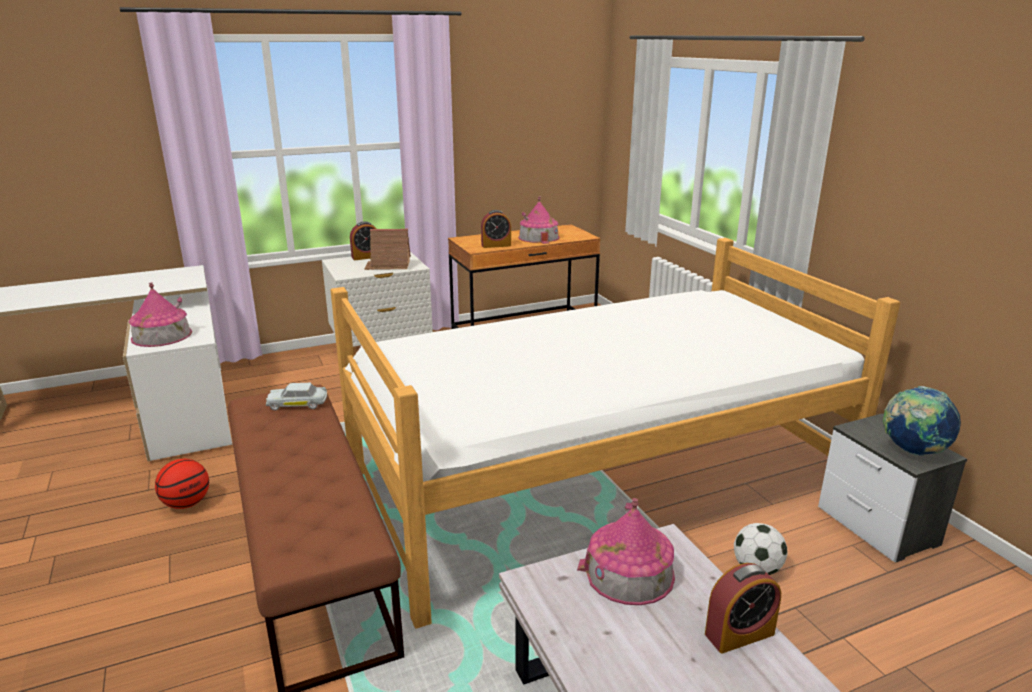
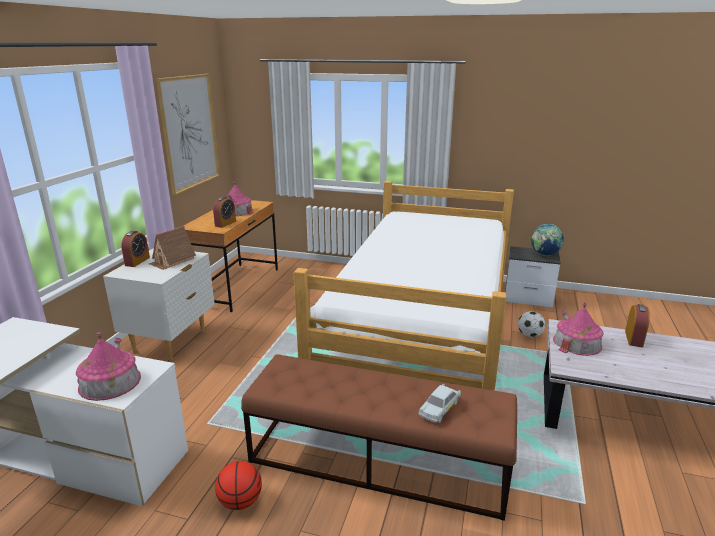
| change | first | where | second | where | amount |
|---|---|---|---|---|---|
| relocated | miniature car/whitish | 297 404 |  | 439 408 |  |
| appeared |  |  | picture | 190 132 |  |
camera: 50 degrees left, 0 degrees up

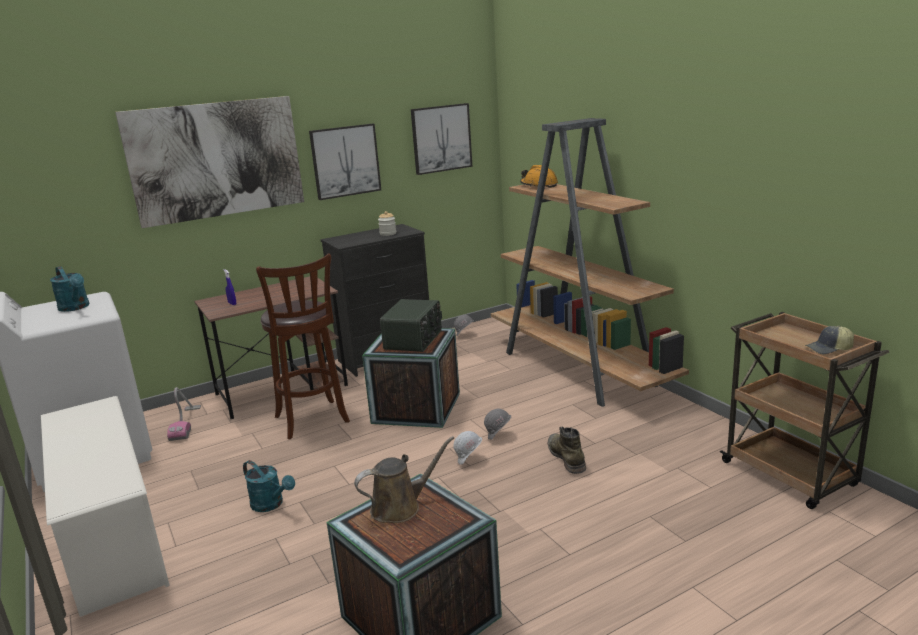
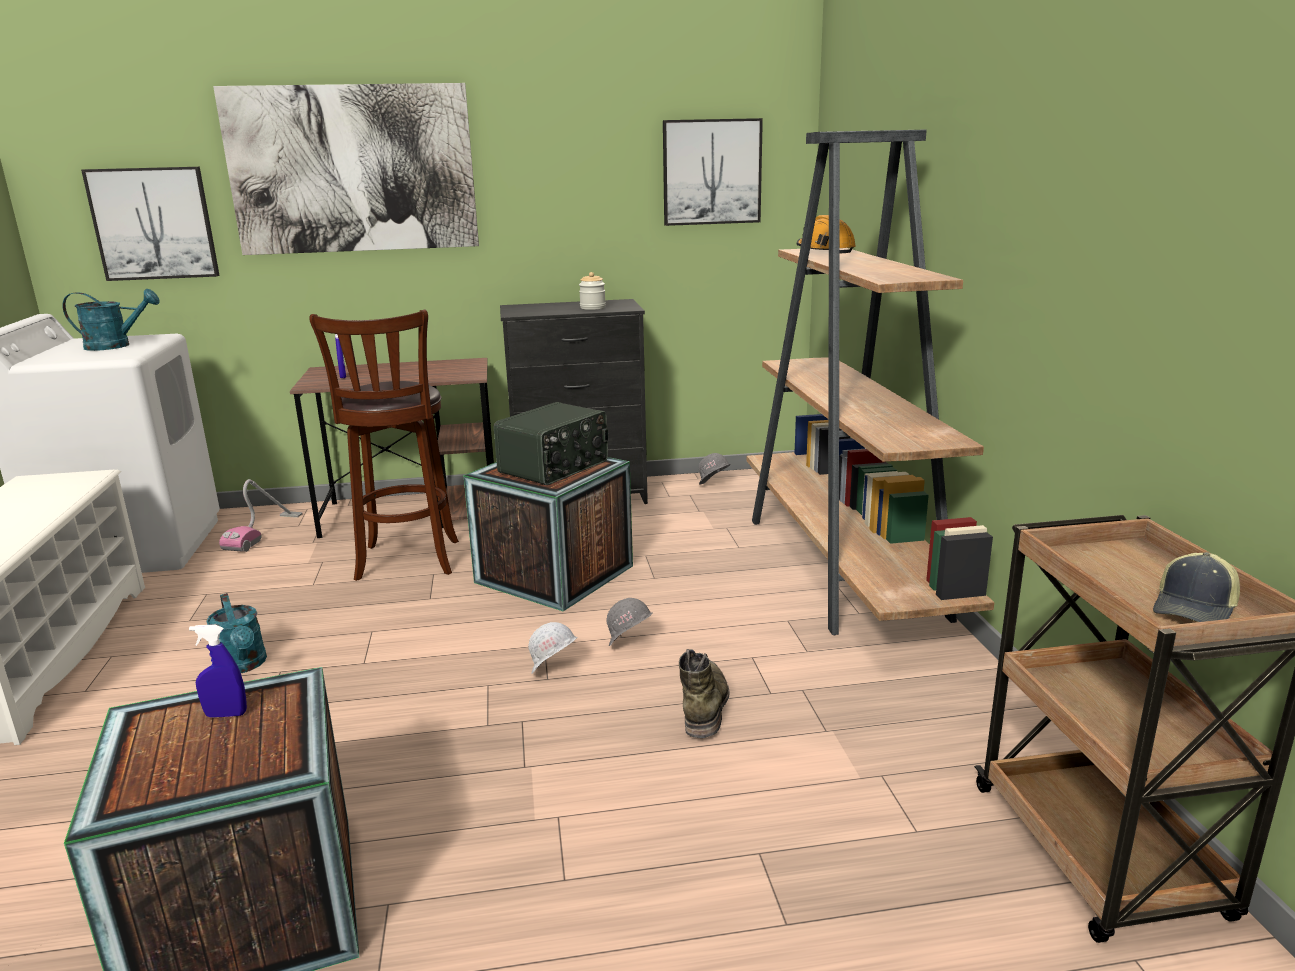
| change | first | where | second | where | amount |
|---|---|---|---|---|---|
| spun | watering pot/turquoise | 76 307 |  | 116 346 | 75 degrees counterclockwise |
| relocated | picture | 345 161 |  | 154 223 |  |
| exchanged | watering pot/brown-coloured | 400 507 | hand sprayer/blue | 226 714 |  |
| spun | baseball cap | 829 349 |  | 1195 608 | 60 degrees counterclockwise |
camera: 20 degrees right, 0 degrees up

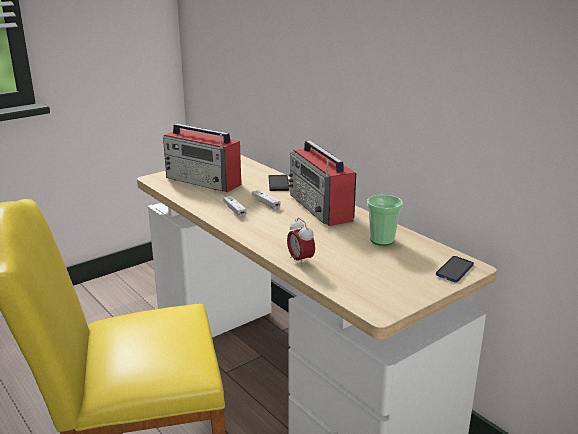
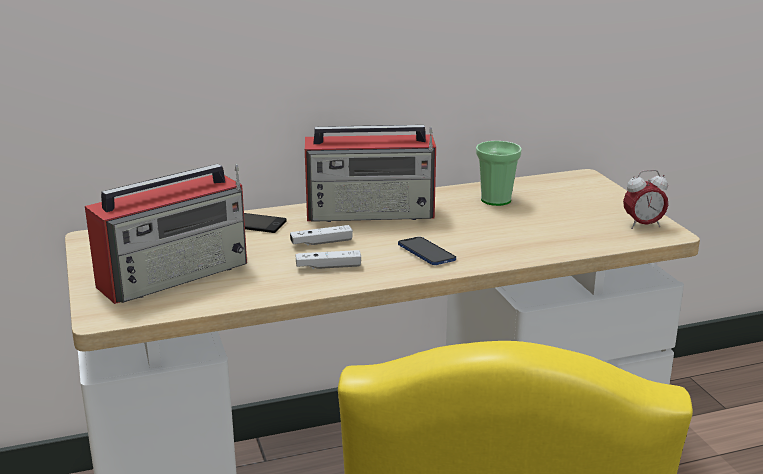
| change | first | where | second | where | amount |
|---|---|---|---|---|---|
| relocated | bedside clock | 300 261 |  | 643 225 |  |
| relocated | phone | 454 270 |  | 426 253 |  |
camera: 70 degrees left, 0 degrees up

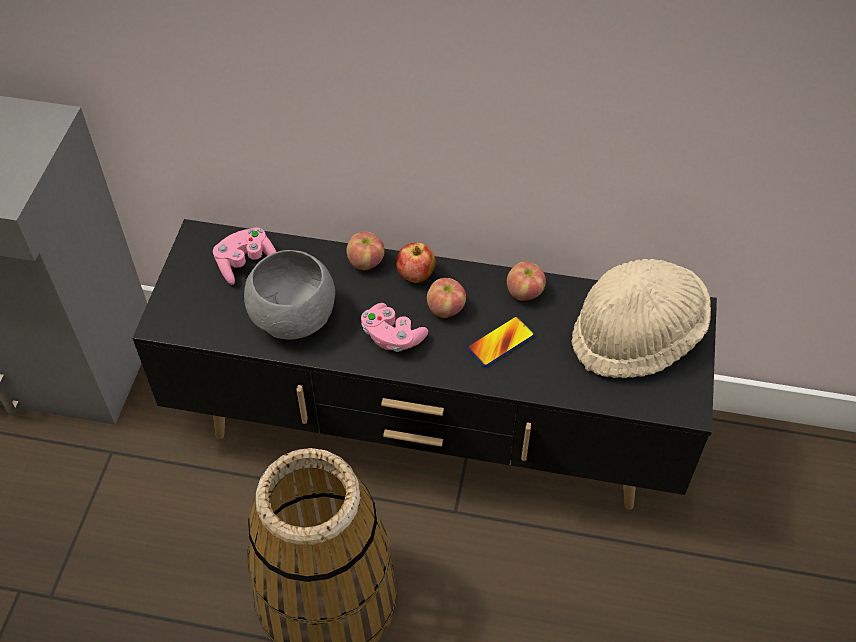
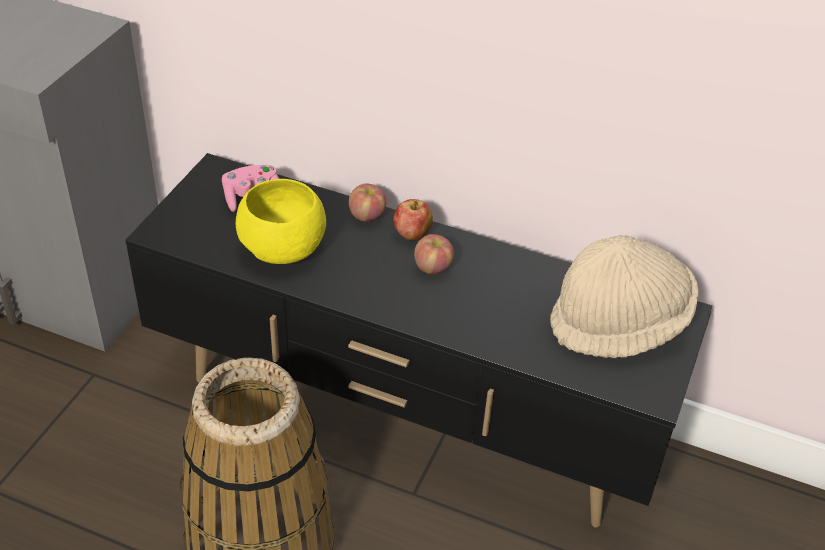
| change | first | where | second | where | amount |
|---|---|---|---|---|---|
| colour | bowl/greyish | 294 315 | bowl/yellowish | 283 247 |  |
| missing | joypad/pinkish | 392 337 |  |  |  |
| missing | phone | 500 342 |  |  |  |
| missing | apple fruit | 524 292 |  |  |  |
camera: 10 degrees right, 10 degrees down

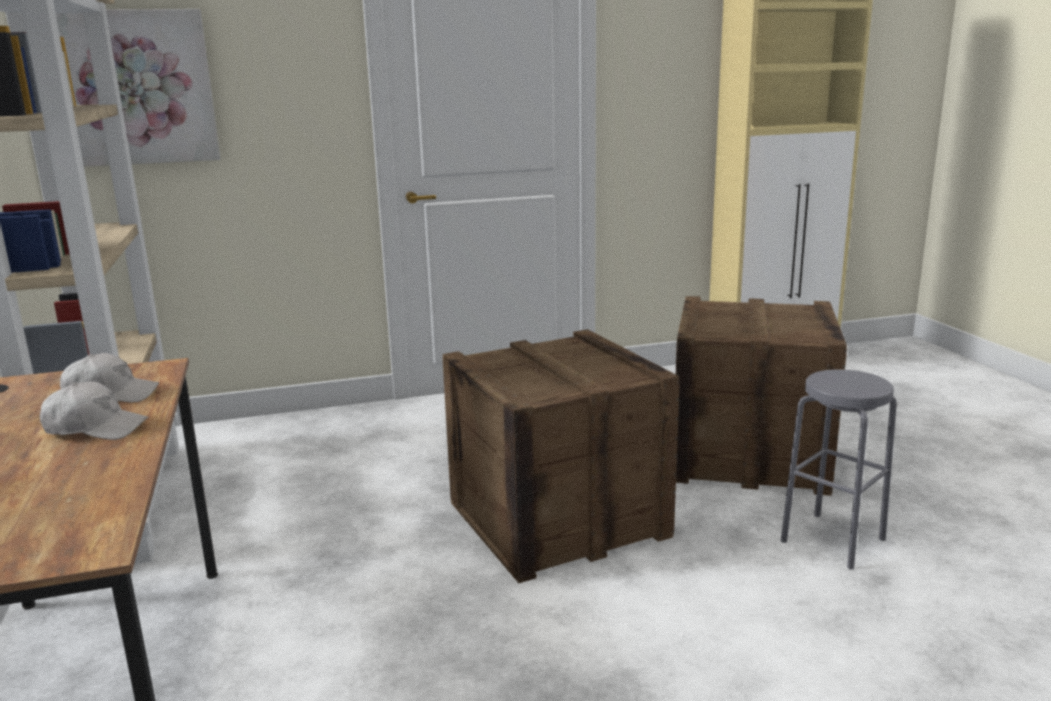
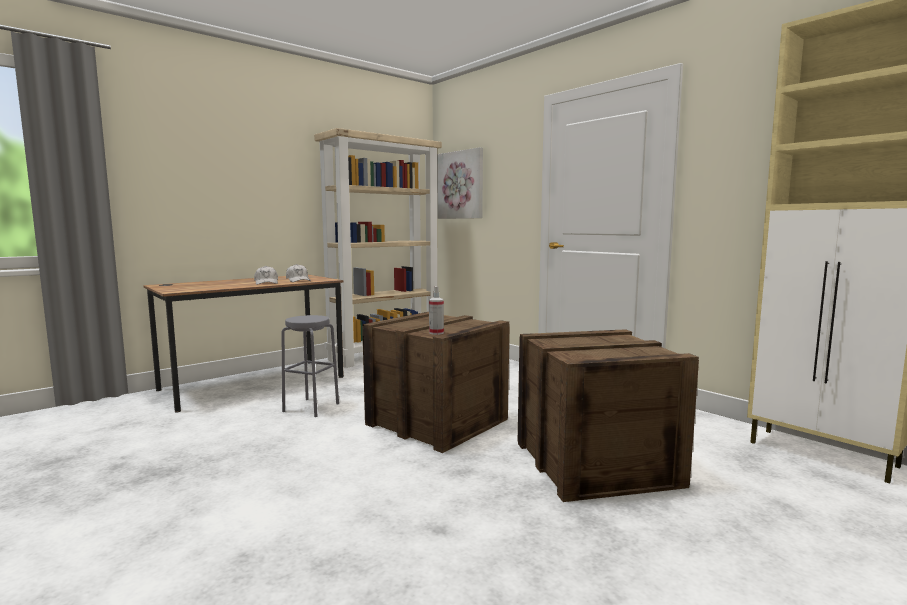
| change | first | where | second | where | amount |
|---|---|---|---|---|---|
| relocated | stool/greyish | 833 540 |  | 311 407 |  |
| appeared |  |  | hand sprayer | 436 333 |  |
camera: 65 degrees right, 10 degrees down

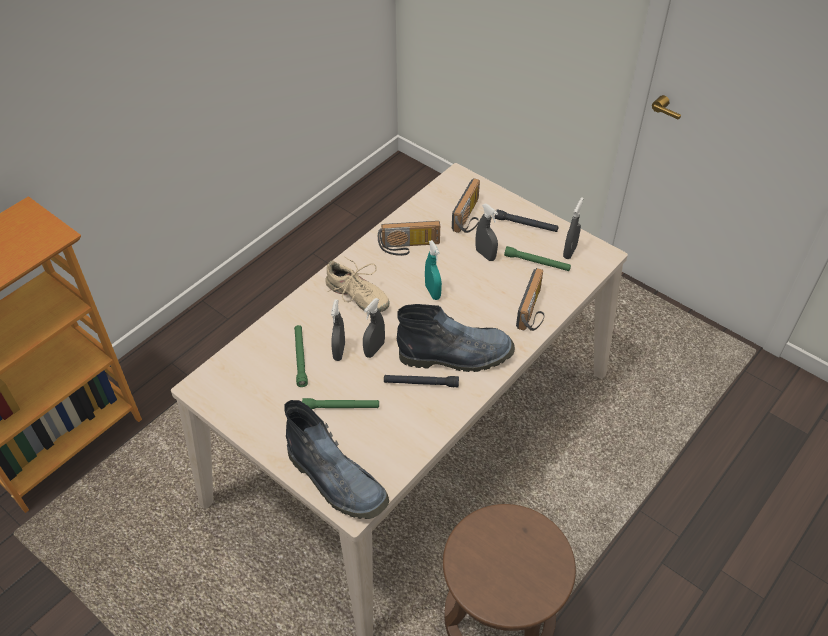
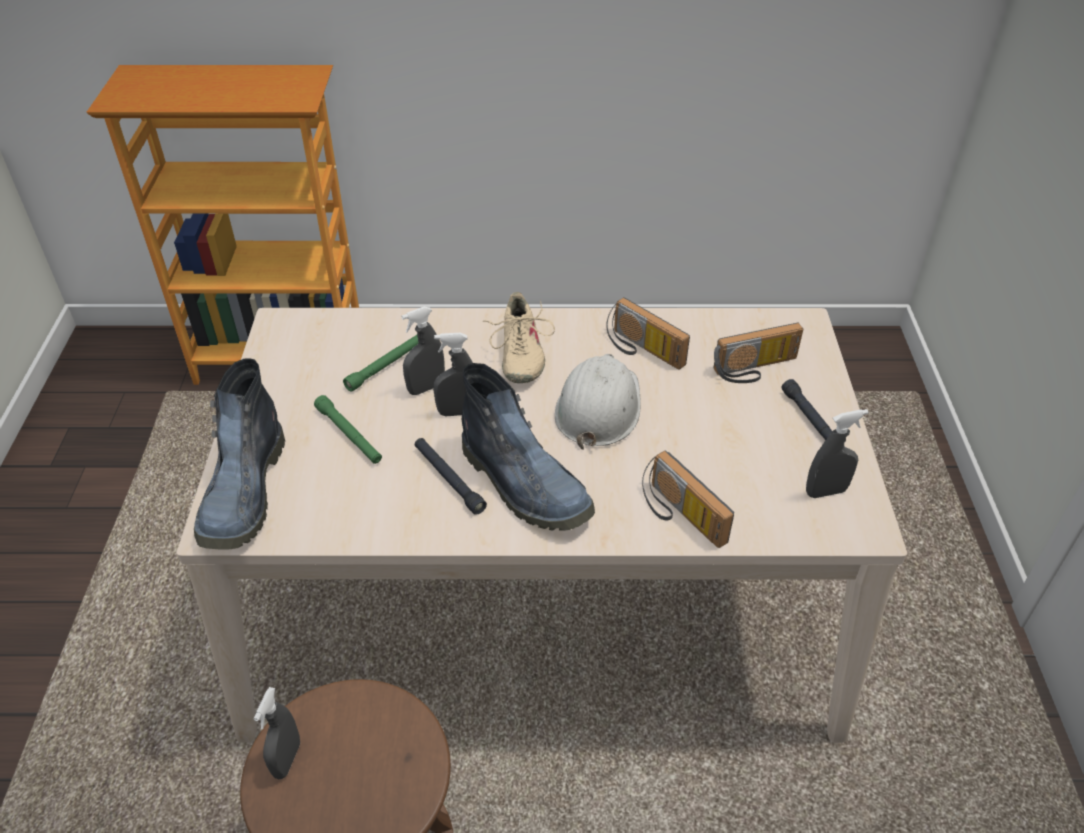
| change | first | where | second | where | amount |
|---|---|---|---|---|---|
| exchanged | hand sprayer/turquoise | 432 292 | hard hat/whitish | 598 408 |  |
| relocated | hand sprayer/greyish | 485 254 |  | 287 759 |  |
| missing | flashlight/greenish | 537 263 |  |  |  |
| spun | radio set | 534 311 |  | 679 515 | 75 degrees clockwise |
camera: 50 degrees right, 5 degrees down

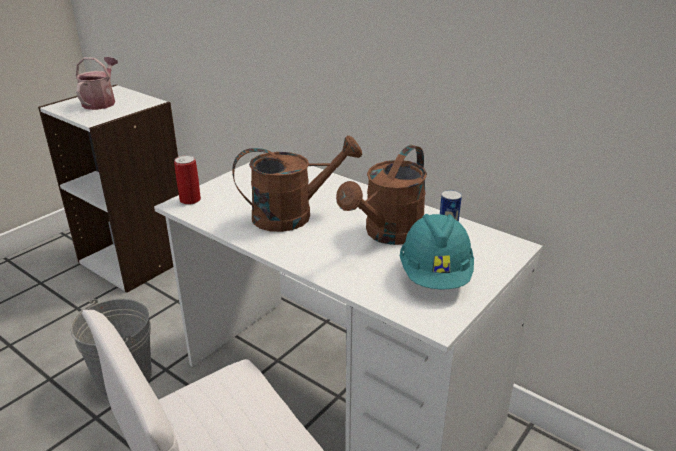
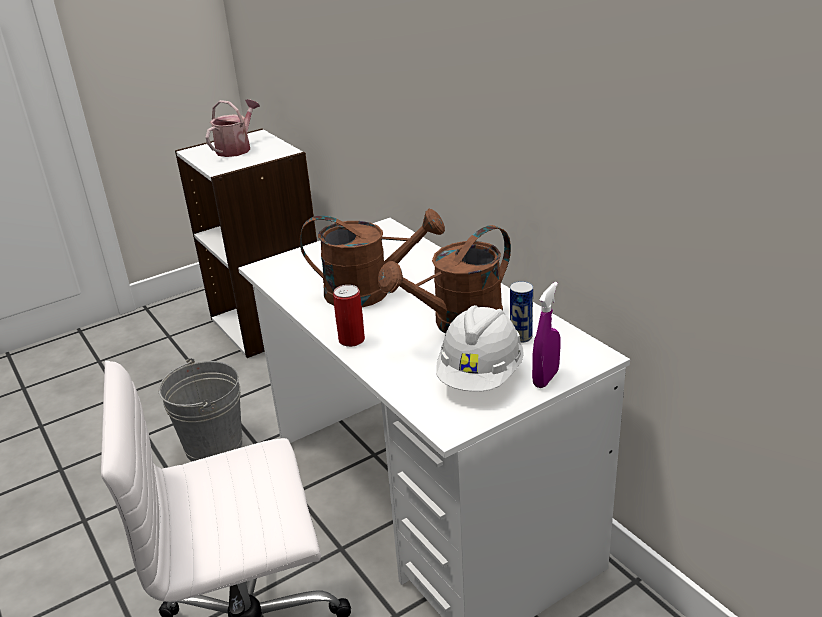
| change | first | where | second | where | amount |
|---|---|---|---|---|---|
| relocated | can | 190 200 |  | 351 340 |  |
| colour | hard hat/turquoise | 435 275 | hard hat/whitish | 480 376 |  |
| appeared |  |  | hand sprayer/purple-coloured | 545 378 |  |
camera: 20 degrees right, 0 degrees up

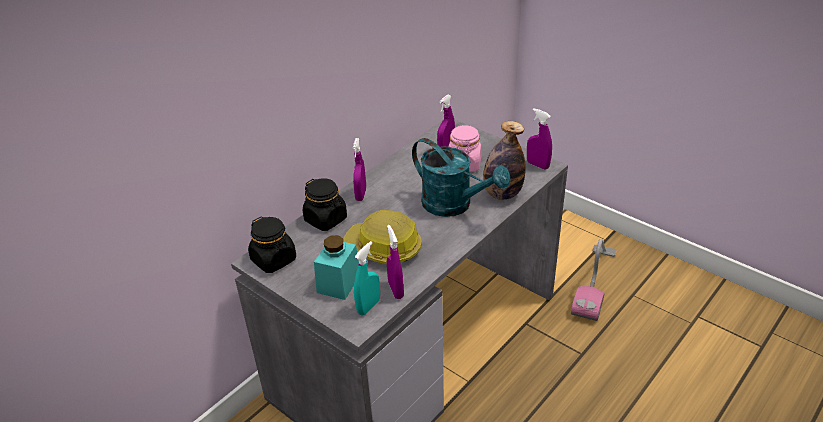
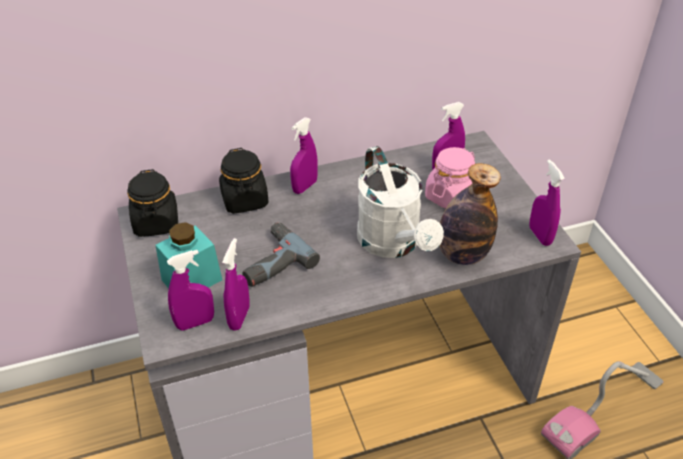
| change | first | where | second | where | amount |
|---|---|---|---|---|---|
| exchanged | hard hat | 383 248 | electric drill | 271 261 |  |
| colour | hand sprayer/turquoise | 368 306 | hand sprayer/purple-coloured | 195 323 |  |
| colour | watering pot/turquoise | 454 205 | watering pot/whitish | 394 244 |  |
camera: 30 degrees right, 5 degrees up

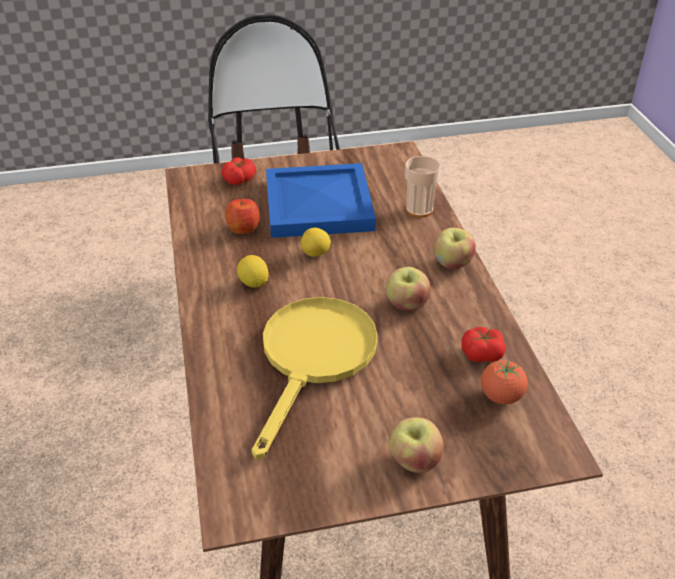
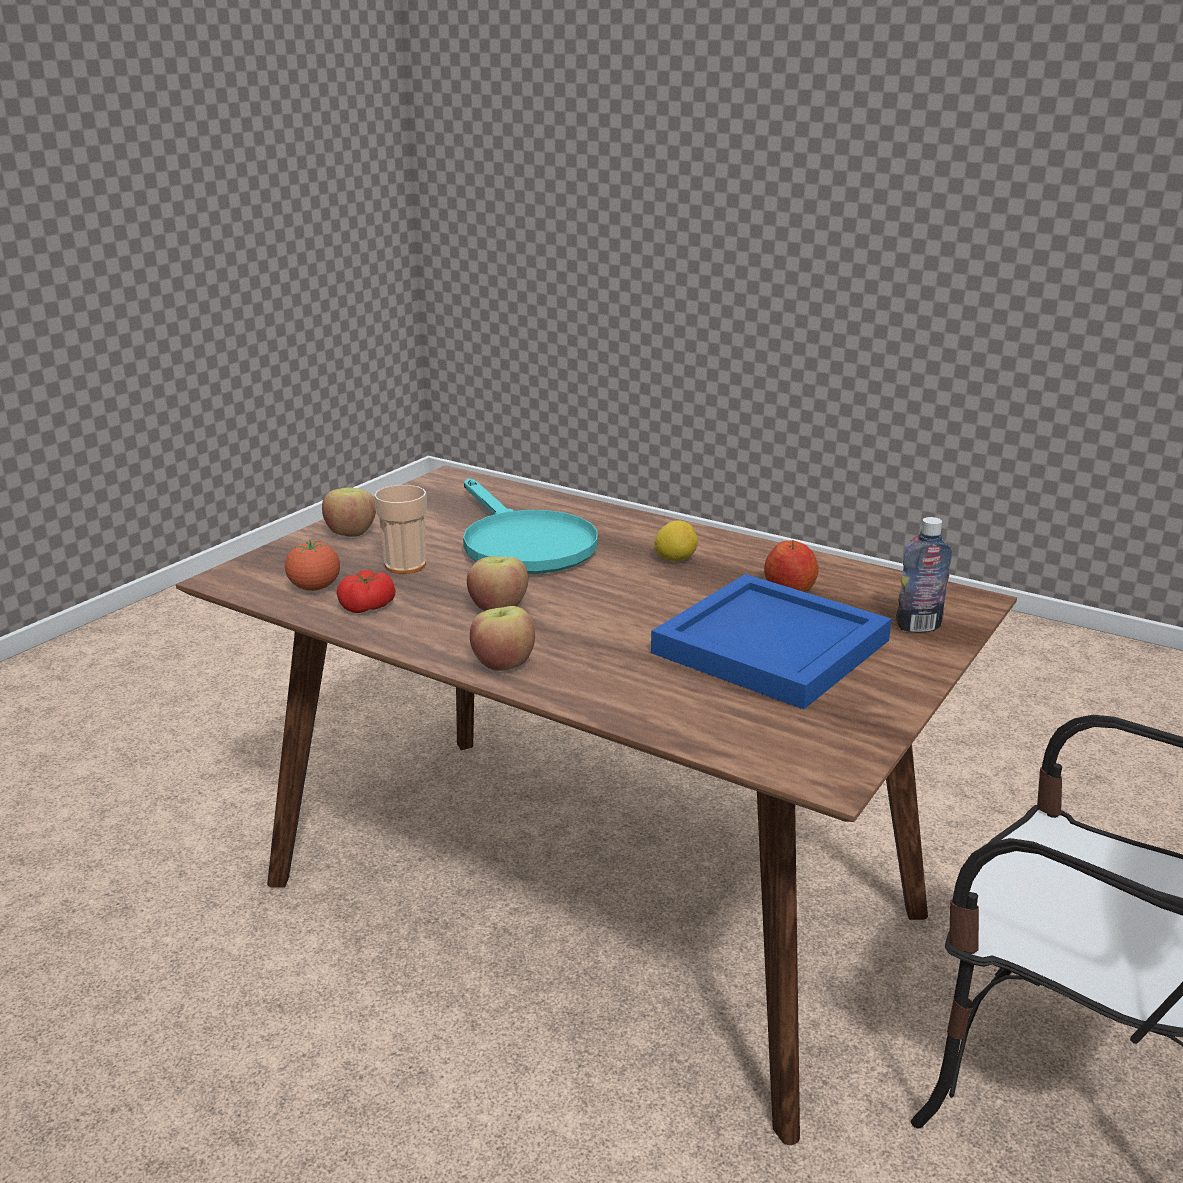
| change | first | where | second | where | amount |
|---|---|---|---|---|---|
| exchanged | fresh tomato | 239 179 | bottle | 918 626 |  |
| colour | pan/yellowish | 314 358 | pan/turquoise | 521 543 |  |
| missing | citrus fruit | 316 253 |  |  |  |
| relocated | cup | 419 209 |  | 405 565 |  |
camera: 135 degrees right, 15 degrees down

